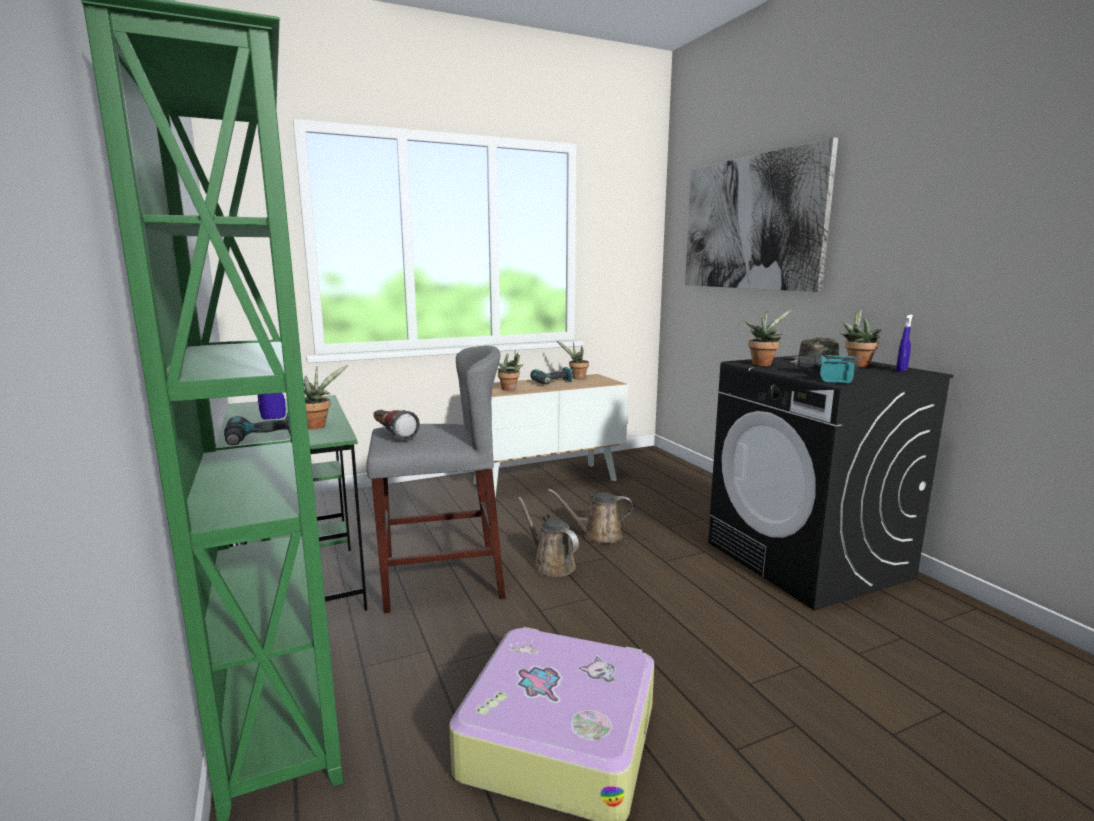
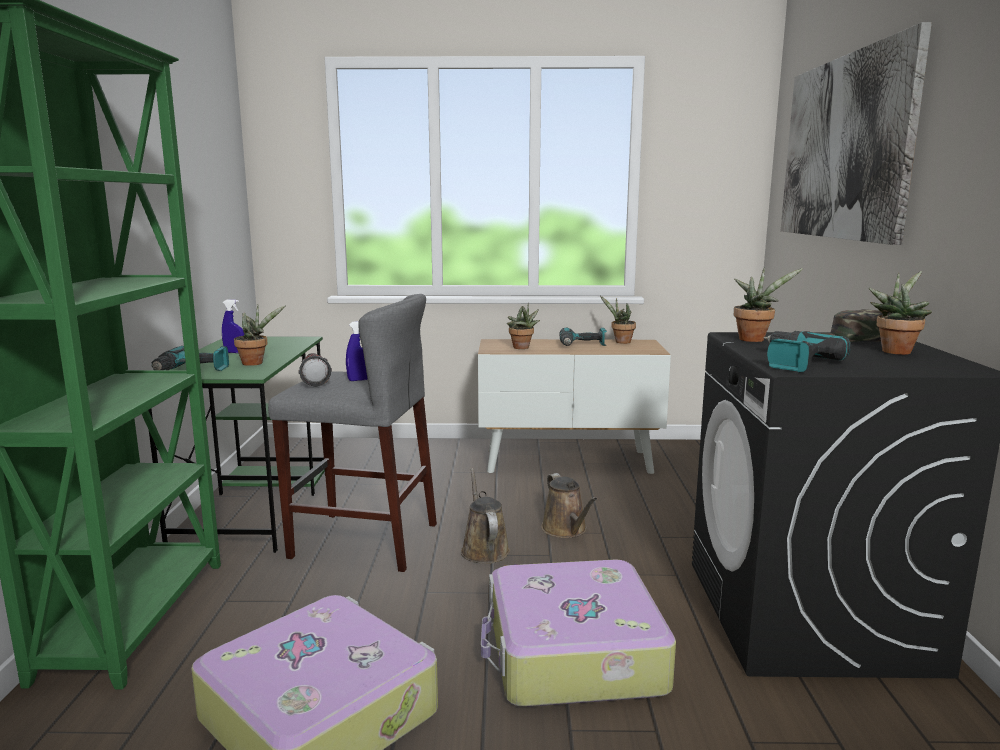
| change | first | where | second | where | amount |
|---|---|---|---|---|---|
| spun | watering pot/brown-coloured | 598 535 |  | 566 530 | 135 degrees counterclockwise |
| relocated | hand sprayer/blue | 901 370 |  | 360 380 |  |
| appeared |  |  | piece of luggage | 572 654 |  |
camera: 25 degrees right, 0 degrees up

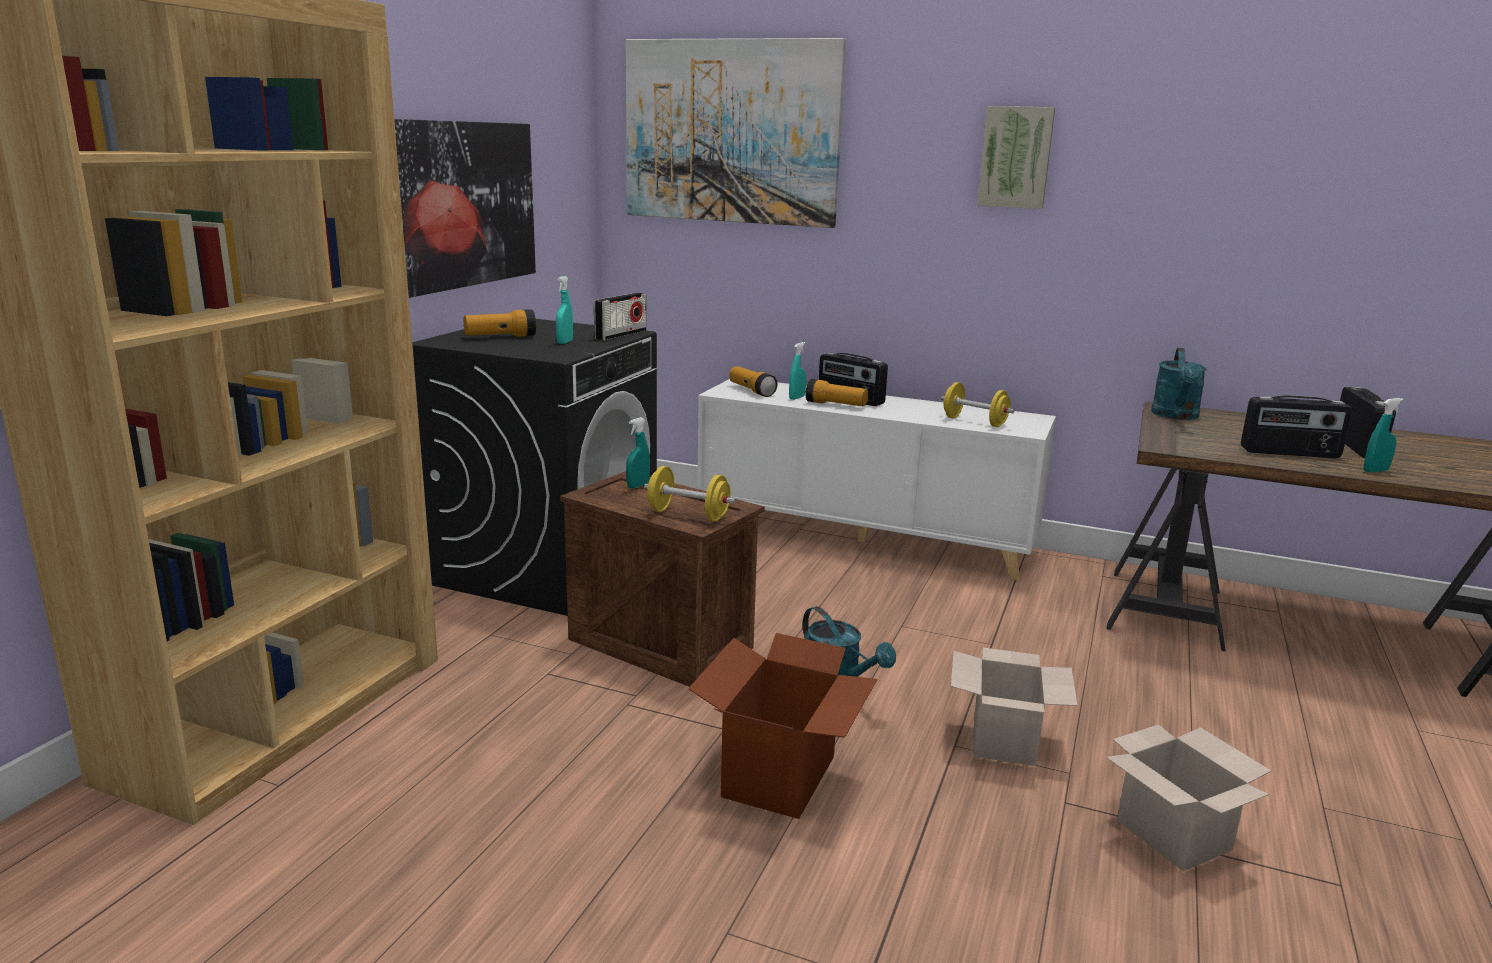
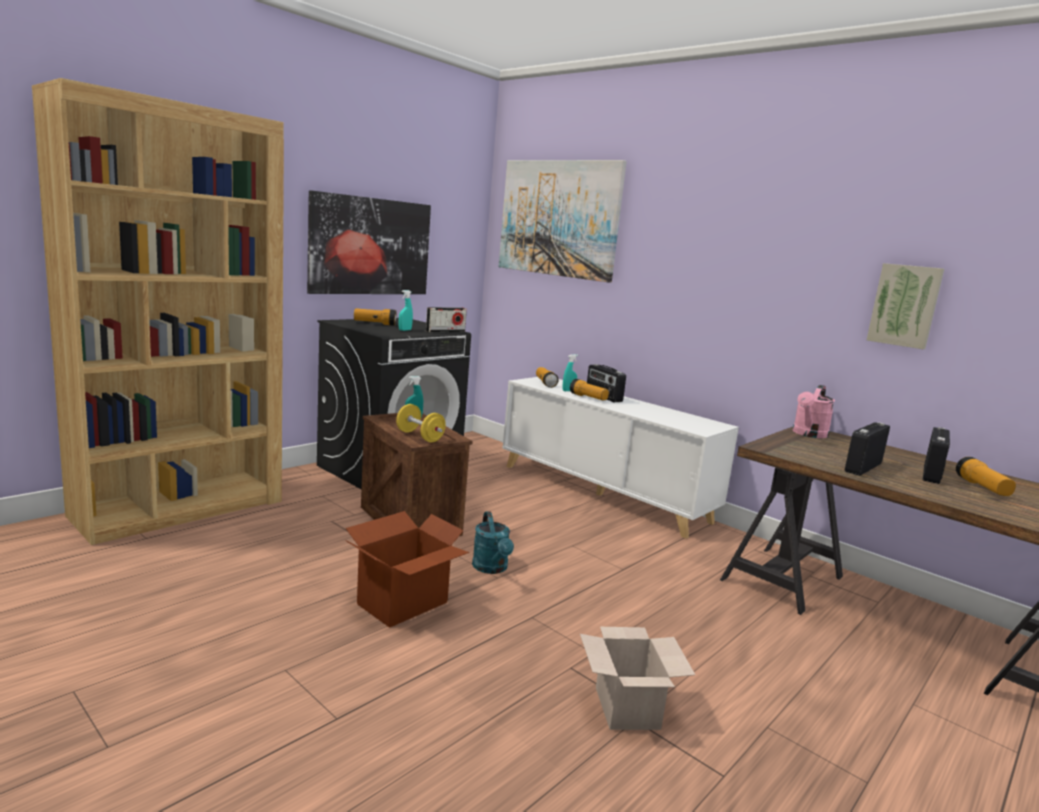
| change | first | where | second | where | amount |
|---|---|---|---|---|---|
| missing | dumbbell/yellowish | 974 422 |  |  |  |
| missing | cardboard box | 1005 742 |  |  |  |
| relocated | picture | 1016 157 |  | 905 305 |  |
| colour | watering pot/turquoise | 1176 416 | watering pot/pinkish | 808 434 |  |
| spun | radio set | 1290 453 |  | 862 467 | 105 degrees clockwise |
| missing | hand sprayer/turquoise | 1375 471 |  |  |  |
| appeared |  |  | flashlight | 982 488 |  |
camera: 20 degrees right, 5 degrees down

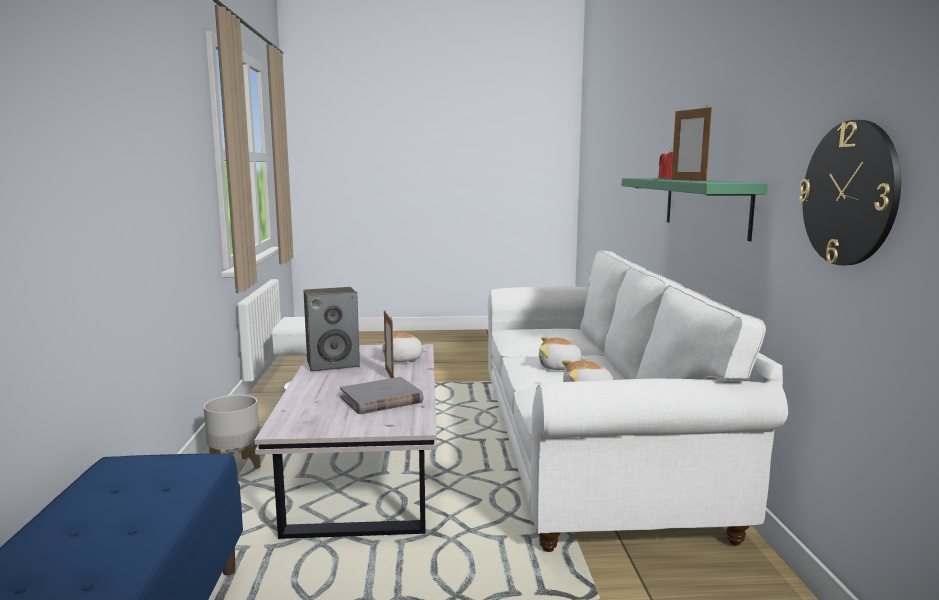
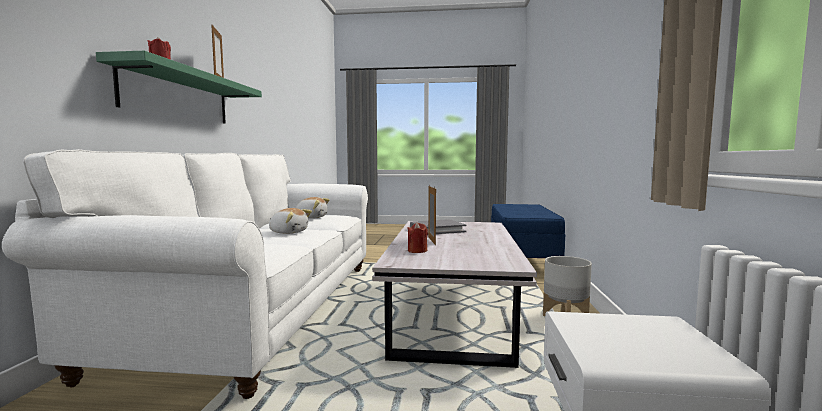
| change | first | where | second | where | amount |
|---|---|---|---|---|---|
| missing | loudspeaker | 333 364 |  |  |  |
| exchanged | cuddly toy | 402 359 | wax light/red-coloured | 417 251 |  |
| missing | clock on the wall | 849 193 |  |  |  |
camera: 170 degrees left, 5 degrees down

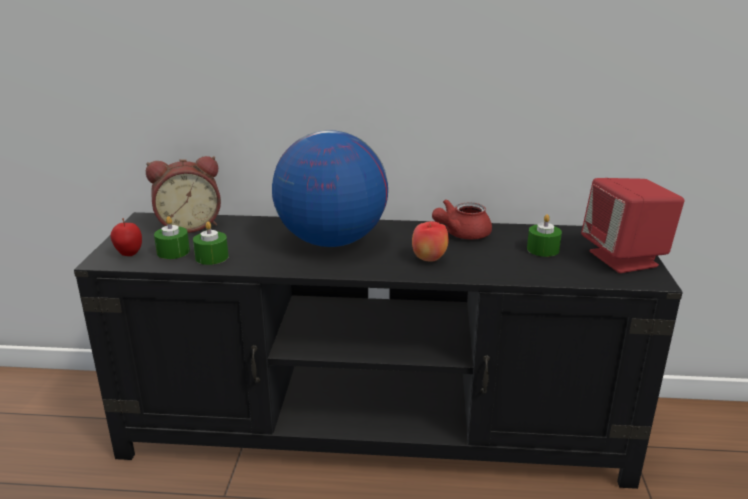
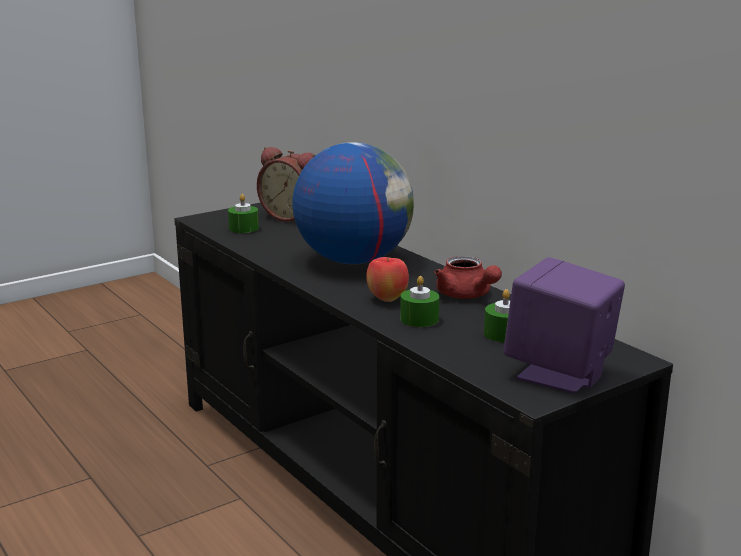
| change | first | where | second | where | amount |
|---|---|---|---|---|---|
| missing | apple fruit | 129 254 |  |  |  |
| relocated | wax light/greenish | 212 257 |  | 419 319 |  |
| spun | pot for tea/red-coloured | 461 234 |  | 466 296 | 135 degrees counterclockwise |
| colour | loudspeaker/red-coloured | 624 259 | loudspeaker/purple-coloured | 560 374 |  |
camera: 50 degrees right, 5 degrees down

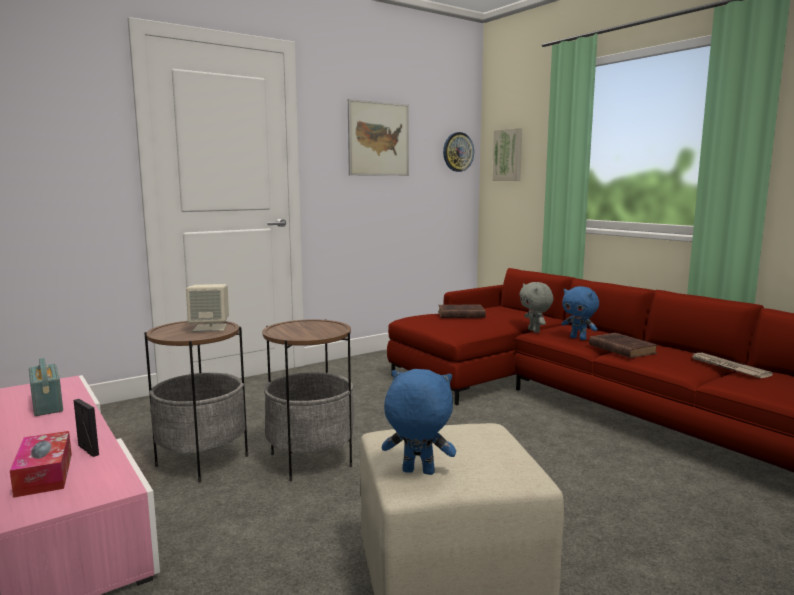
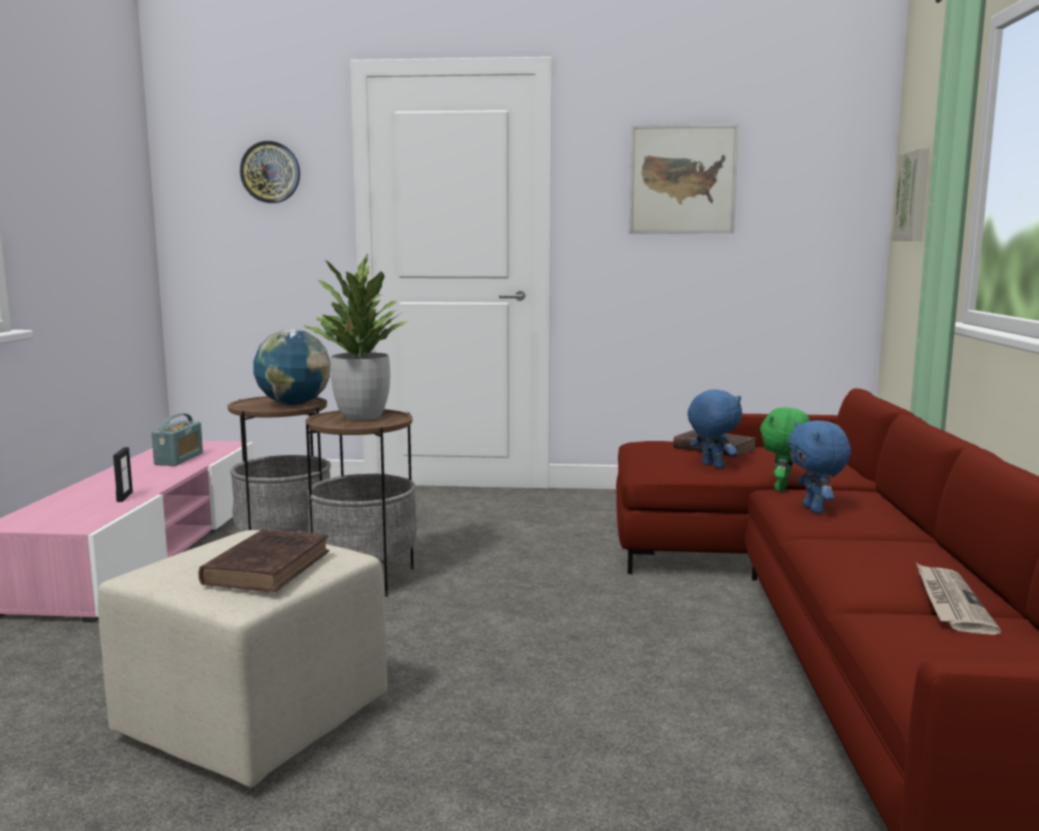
| change | first | where | second | where | amount |
|---|---|---|---|---|---|
| missing | tissue box | 44 474 |  |  |  |
| exchanged | loudspeaker/beige-coloured | 210 328 | world globe | 294 404 |  |
| relocated | cuddly toy/blue | 417 473 |  | 711 466 |  |
| relocated | clock on the wall | 458 152 |  | 270 172 |  |
| colour | cuddly toy/greyish | 534 331 | cuddly toy/greenish | 783 489 |  |
| relocated | volume/brown-coloured | 620 348 |  | 269 566 |  |
| appeared |  |  | houseplant | 362 417 |  |
camera: 40 degrees right, 0 degrees up

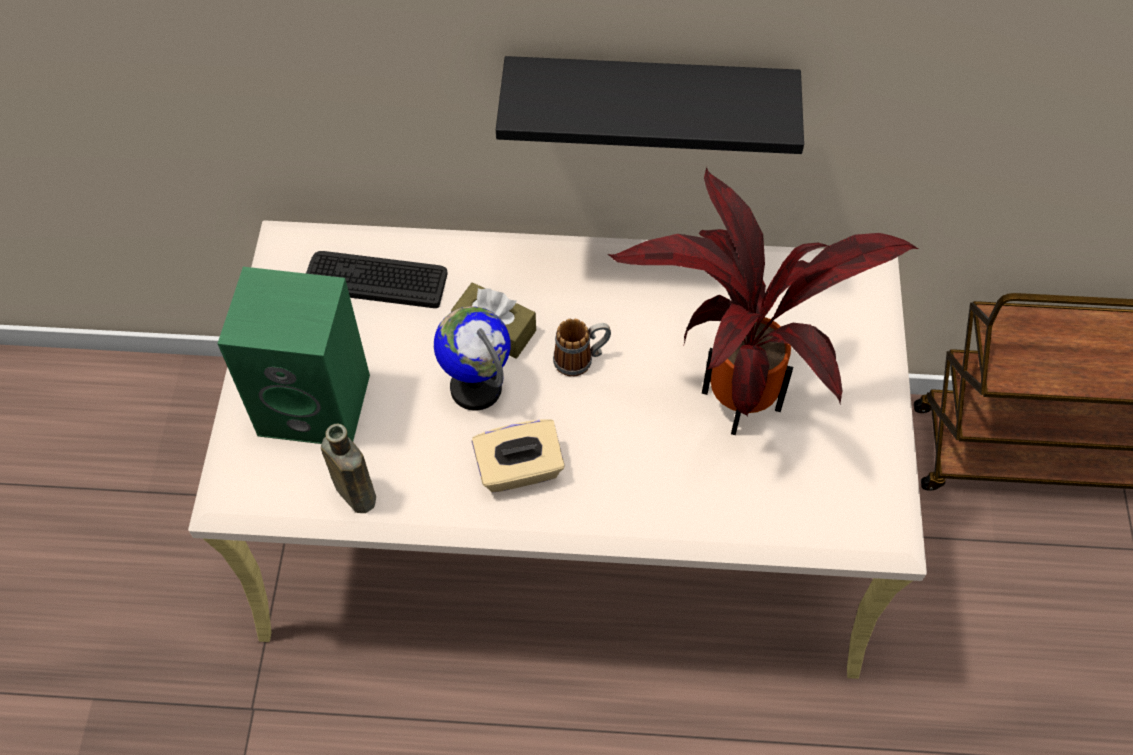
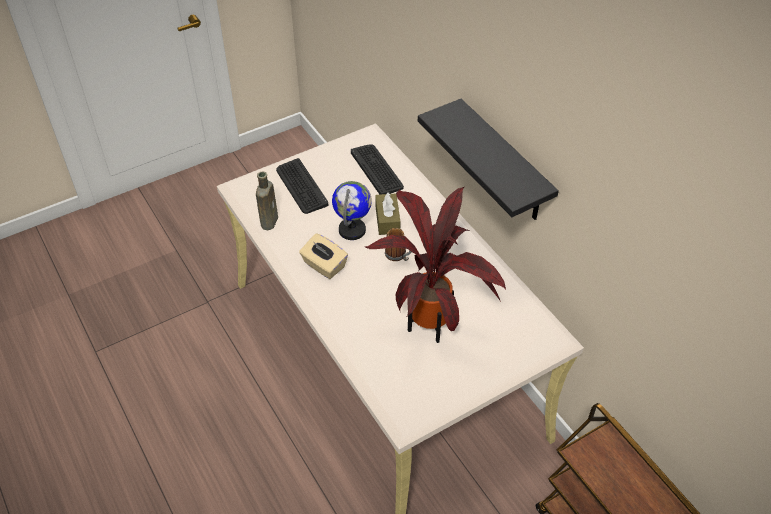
| change | first | where | second | where | amount |
|---|---|---|---|---|---|
| exchanged | loudspeaker/greenish | 318 403 | computer keyboard | 301 187 |  |
camera: 55 degrees right, 10 degrees down

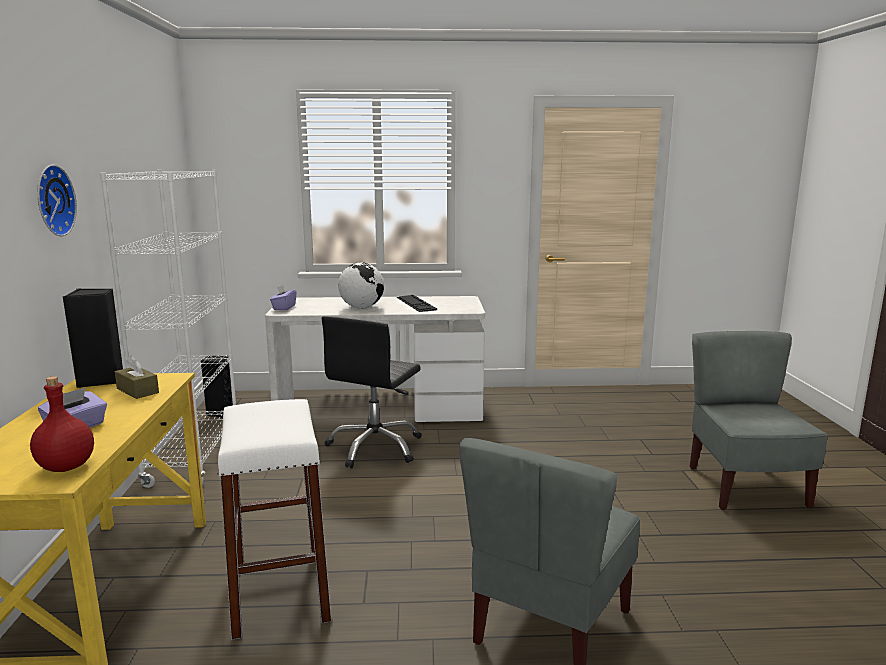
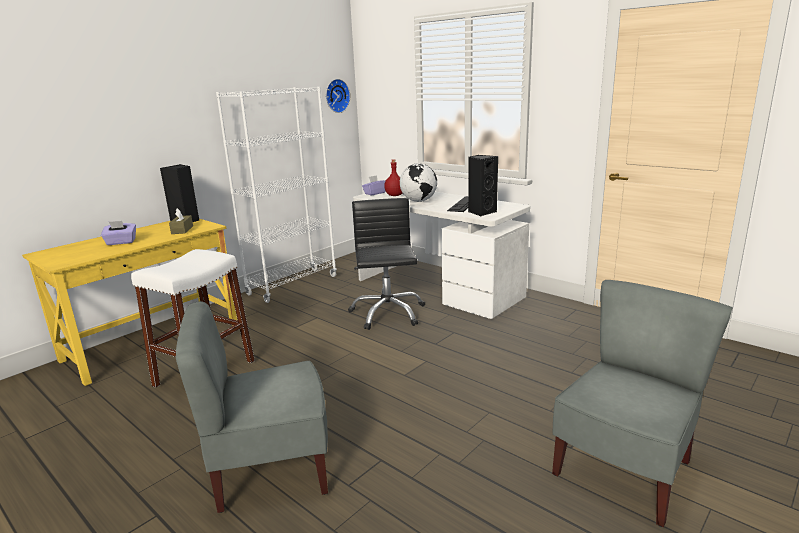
| change | first | where | second | where | amount |
|---|---|---|---|---|---|
| relocated | bottle/red-coloured | 66 466 |  | 395 195 |  |
| relocated | clock on the wall | 51 200 |  | 336 96 |  |
| relocated | loudspeaker/black | 220 413 |  | 481 212 |  |
| spun | office chair/black | 375 447 |  | 387 313 | 105 degrees clockwise |
camera: 45 degrees right, 5 degrees up

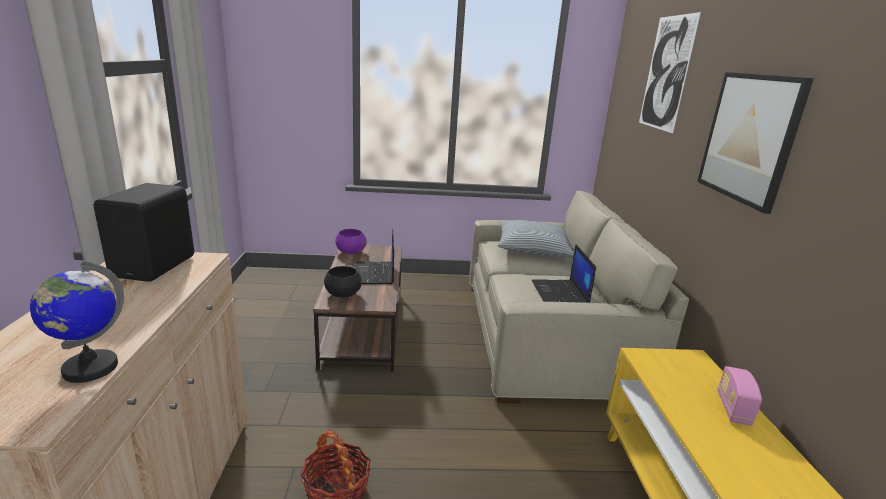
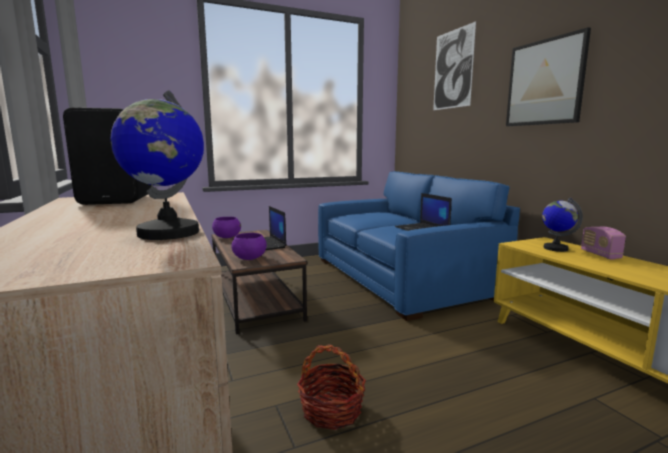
| change | first | where | second | where | amount |
|---|---|---|---|---|---|
| colour | bowl/black | 343 294 | bowl/purple-coloured | 249 258 |  |
| colour | sofa/beige-coloured | 548 334 | sofa/blue | 402 277 |  |
| missing | throw pillow | 533 248 |  |  |  |
| appeared |  |  | world globe | 555 248 |  |
camera: 20 degrees left, 10 degrees down

